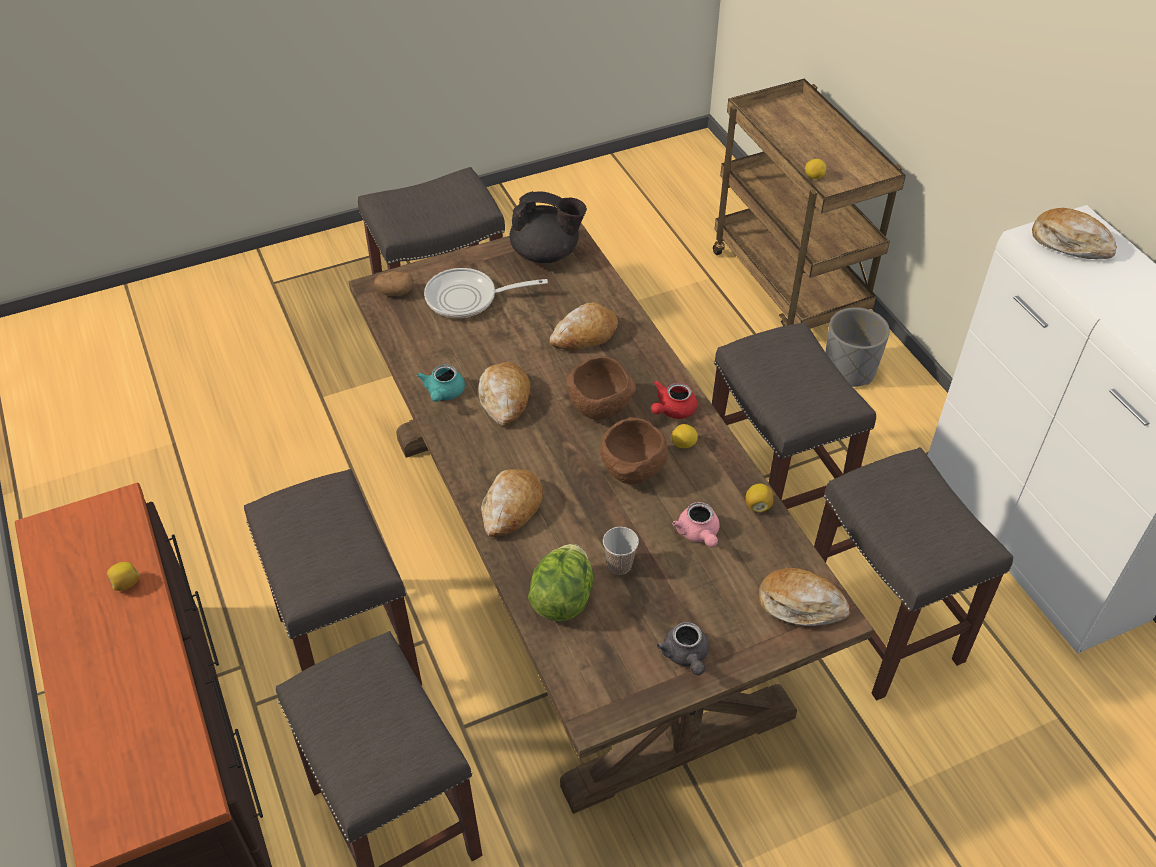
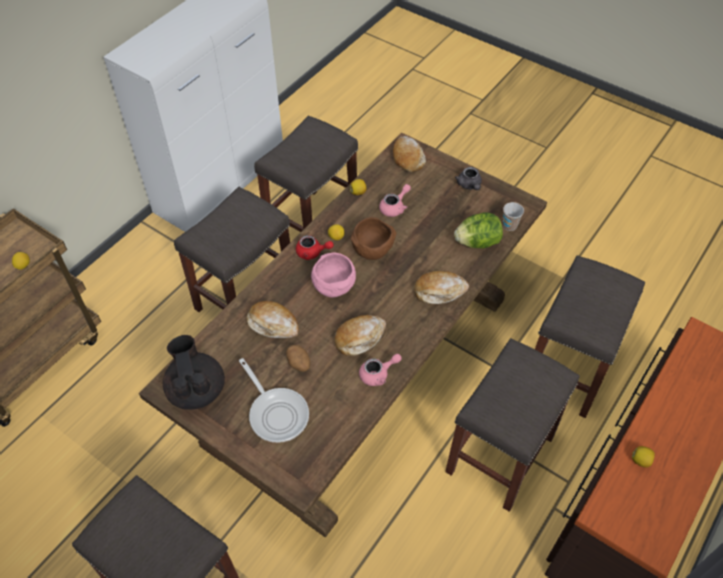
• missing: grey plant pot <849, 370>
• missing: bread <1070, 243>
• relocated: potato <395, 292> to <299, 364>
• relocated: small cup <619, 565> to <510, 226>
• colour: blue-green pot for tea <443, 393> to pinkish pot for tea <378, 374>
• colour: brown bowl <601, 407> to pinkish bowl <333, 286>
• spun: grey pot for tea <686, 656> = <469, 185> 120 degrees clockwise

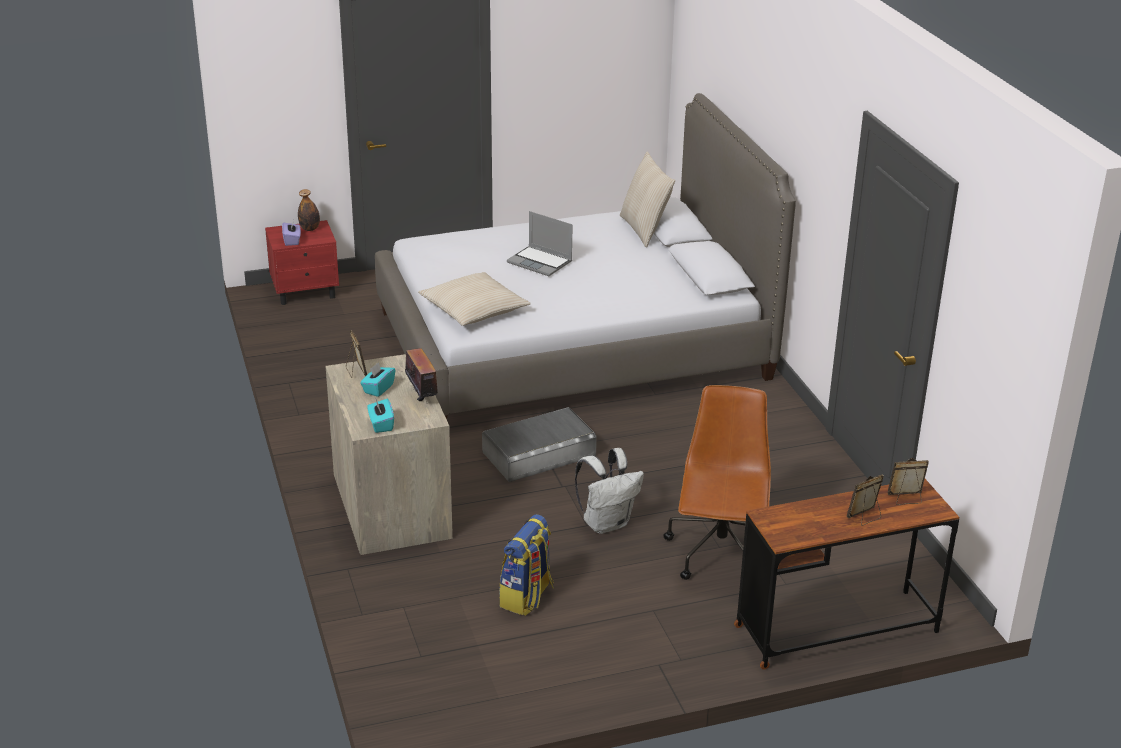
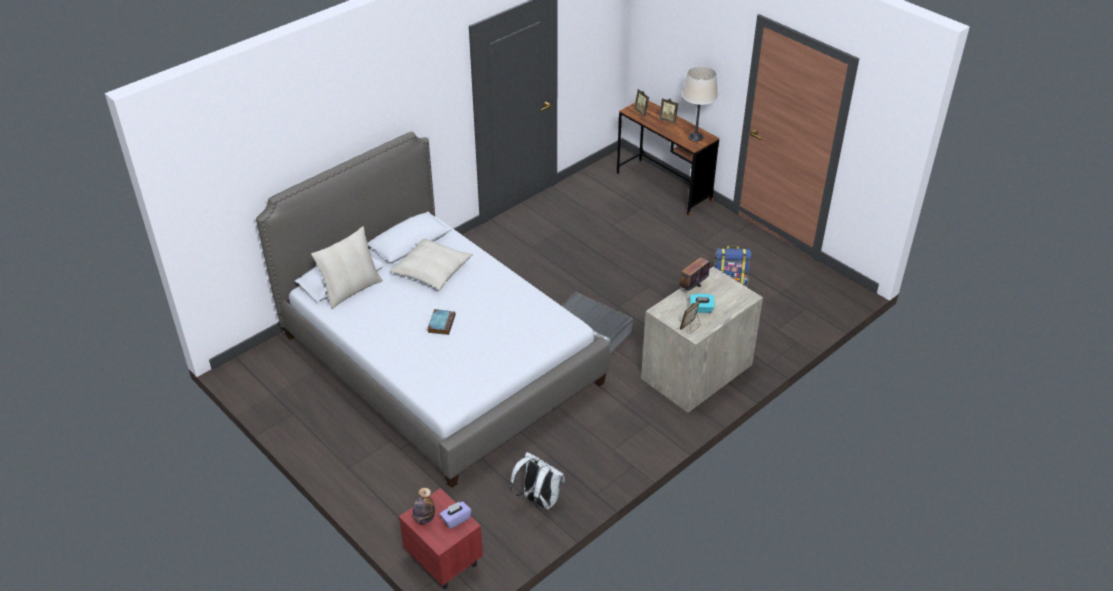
• missing: blue-green tissue holder <381, 424>
• missing: brown desk chair <720, 555>
• appeared: sand-coloured lamp for a table <695, 137>
• relocated: sand-coloured cushion <474, 309> to <432, 270>
• relocated: white rucksack <607, 523> to <538, 500>
• exchanged: portable computer <540, 262> to bound book <441, 323>

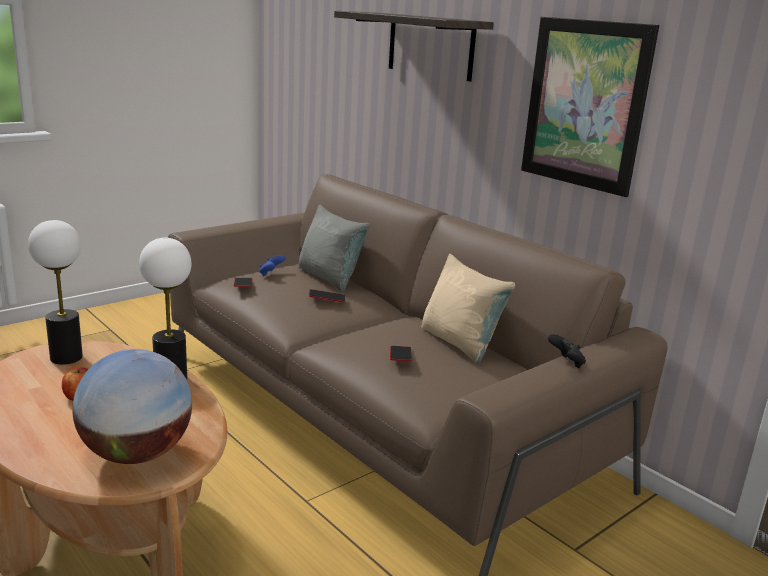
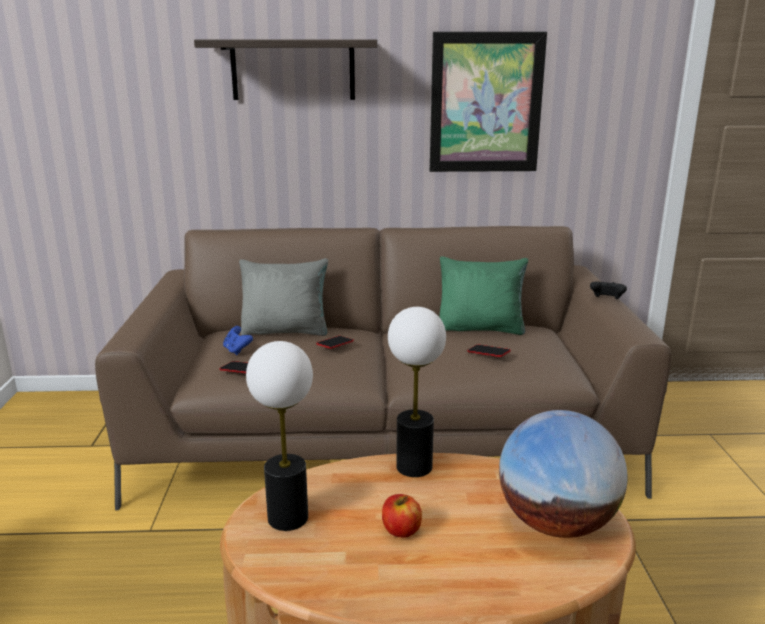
• colour: sand-coloured cushion <460, 343> to green-coloured cushion <481, 328>

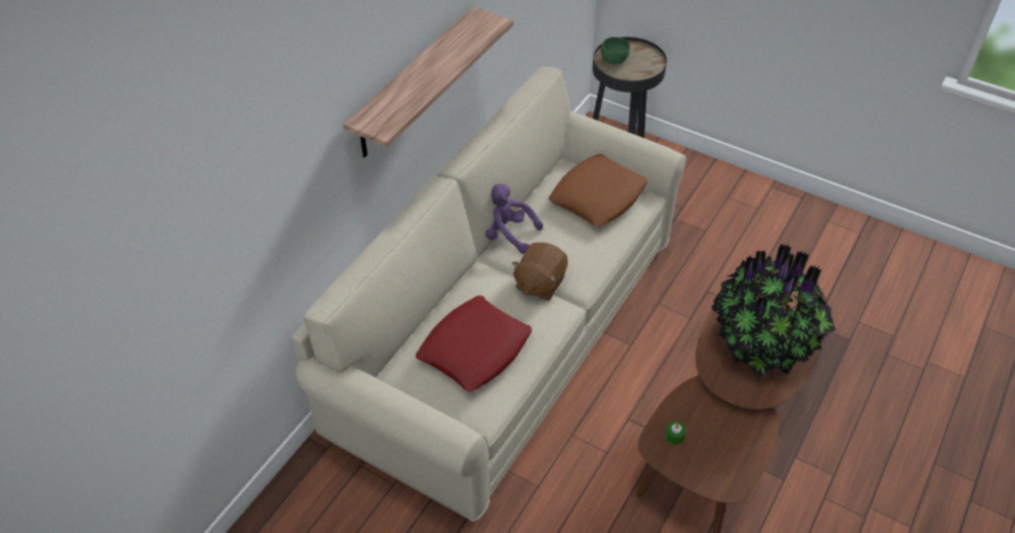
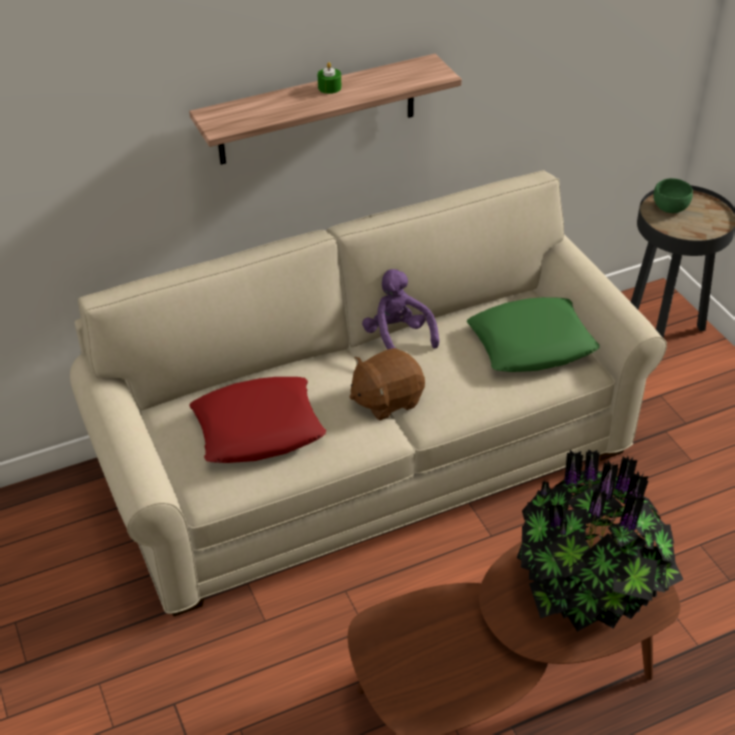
• relocated: green-coloured wax candle <674, 436> to <329, 87>
• colour: brown cushion <598, 196> to green-coloured cushion <531, 343>

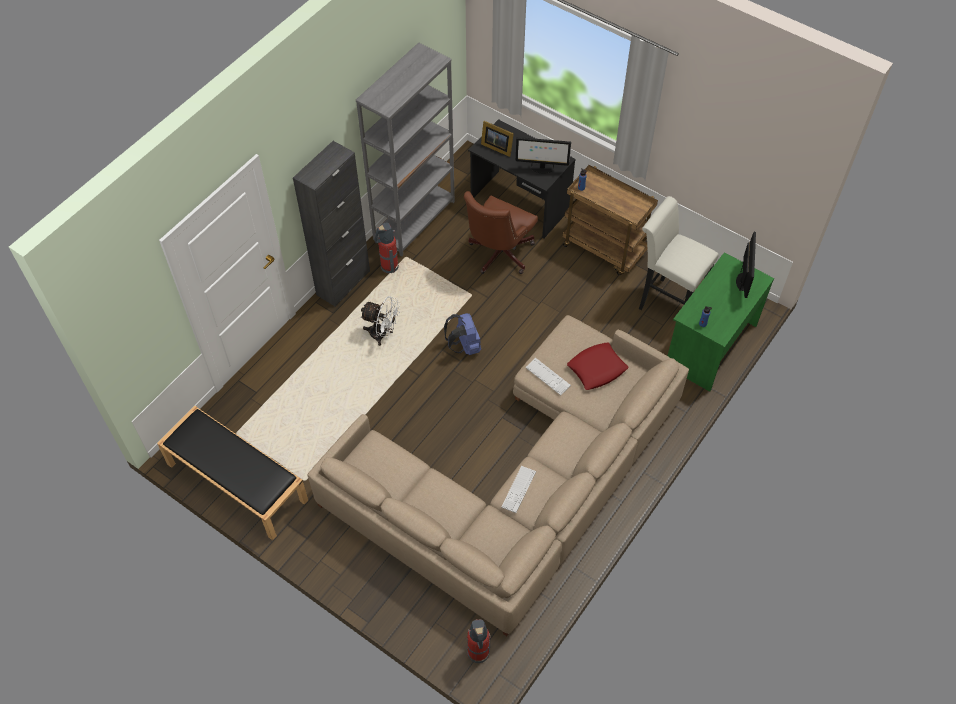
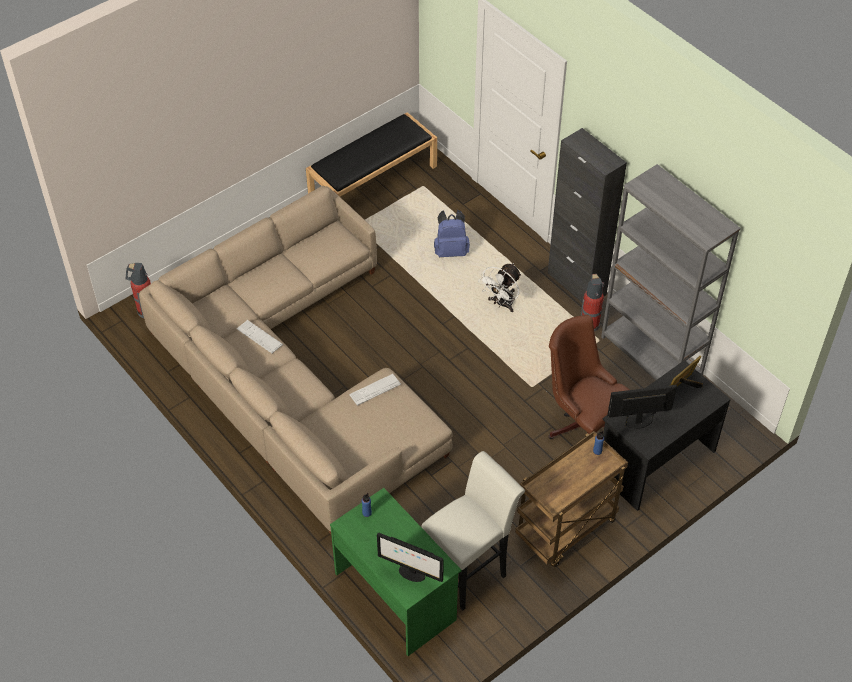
• missing: red cushion <596, 369>
• relocated: blue-coloured rucksack <464, 346> to <451, 250>
• spun: computer screen <541, 169> = <638, 422> 60 degrees clockwise

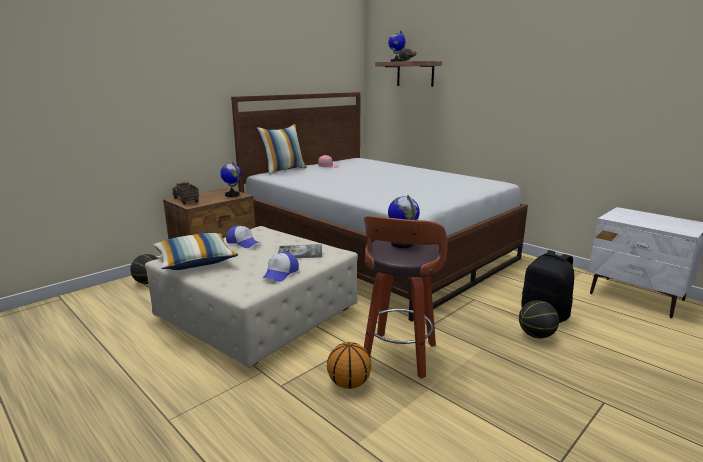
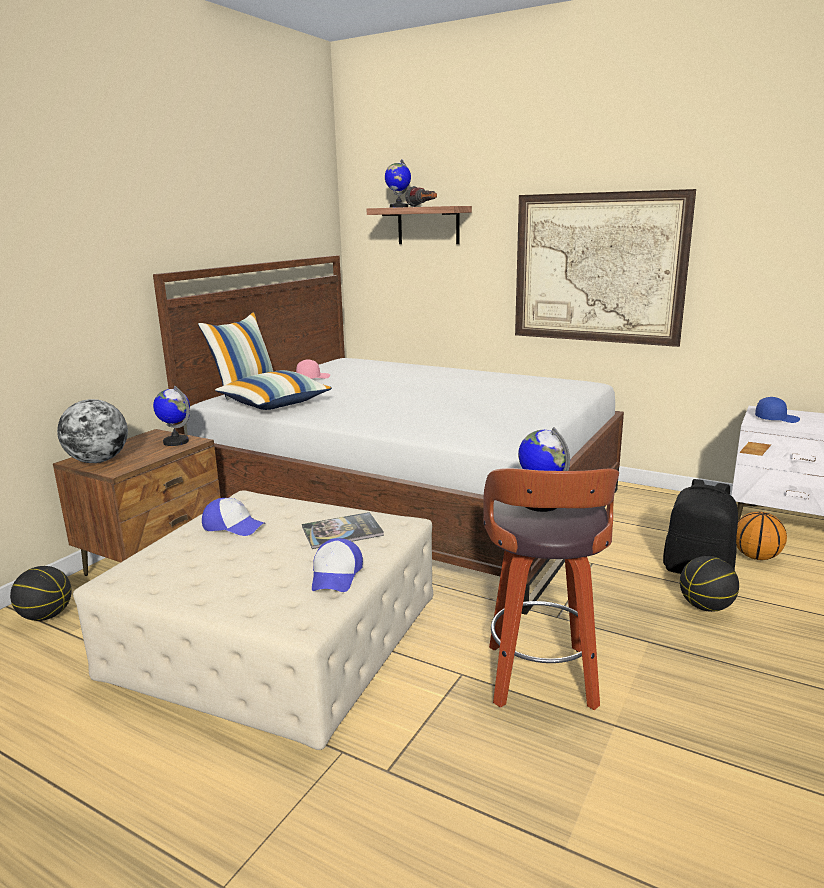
• appeared: picture <598, 268>
• appeared: blue-coloured baseball cap <776, 419>
• relocated: cushion <196, 261> to <274, 404>
• relocated: basketball <348, 383> to <755, 556>
• exchanged: toy lorry <186, 200> to desk globe <98, 461>

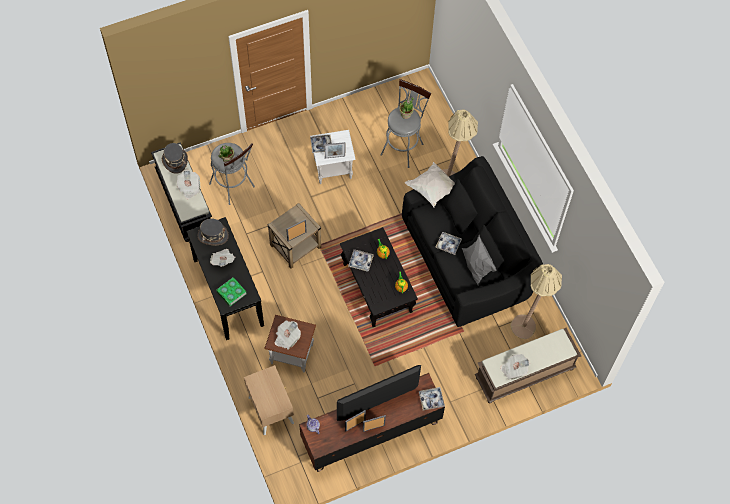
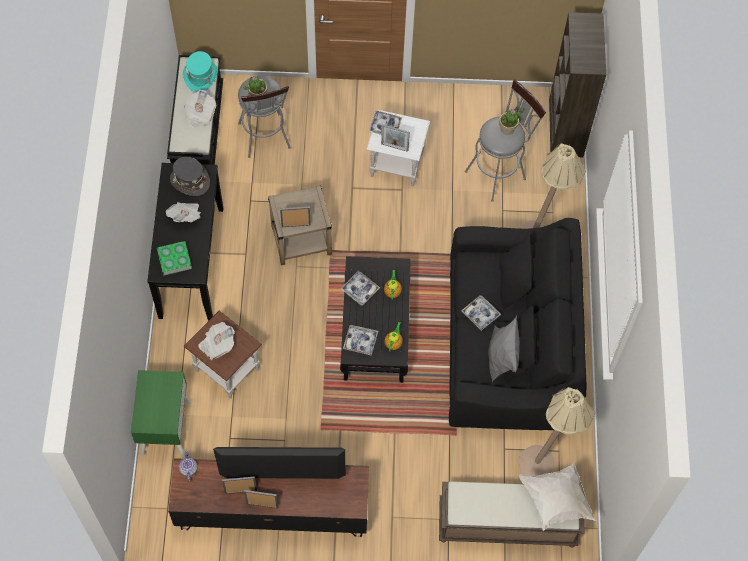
• missing: daily paper <514, 369>
• appeared: brown bookshelf <564, 137>
• relocated: white cushion <433, 190> to <556, 501>
• relocated: carrying tray <431, 399> to <360, 341>
• colour: grey hat <175, 161> to blue-green hat <201, 76>
• colour: sand-coloured nightstand <270, 410> to green-coloured nightstand <165, 427>

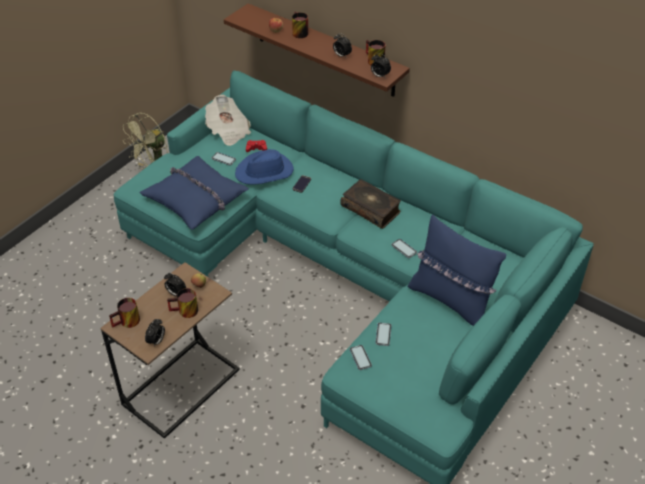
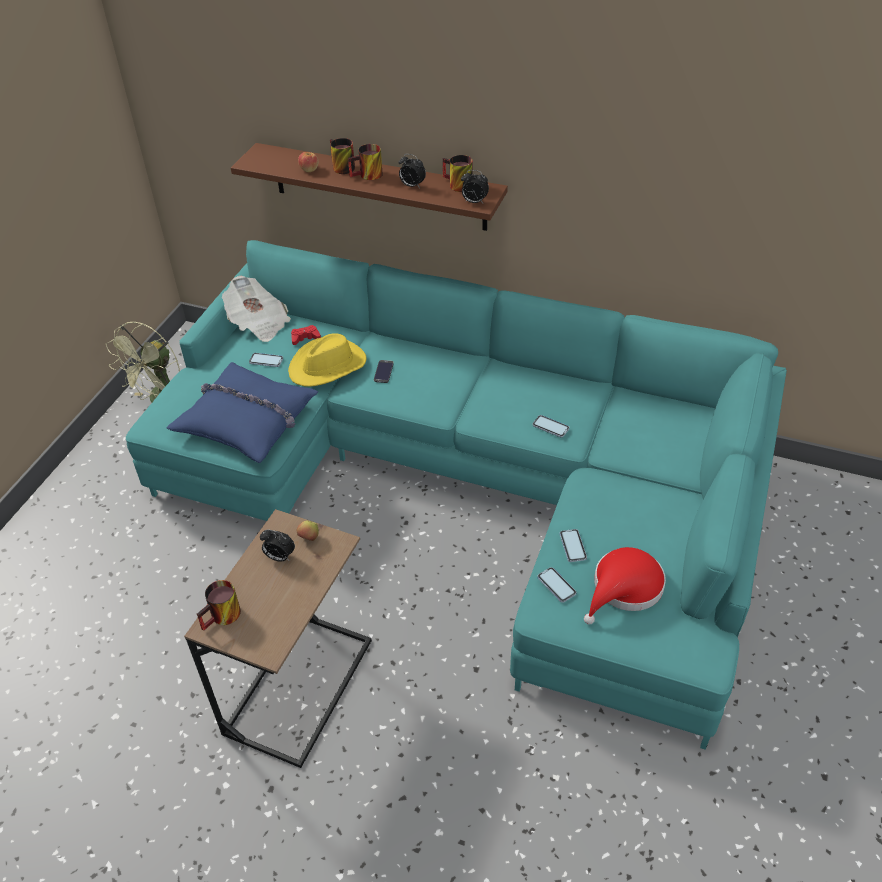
• missing: bedside clock <156, 341>
• missing: bound book <371, 209>
• missing: blue-coloured cushion <451, 300>
• appeared: red hat <624, 588>
• relocated: tea mug <185, 312> to <368, 176>
• colour: blue-coloured hat <265, 172> to yellow-coloured hat <328, 366>

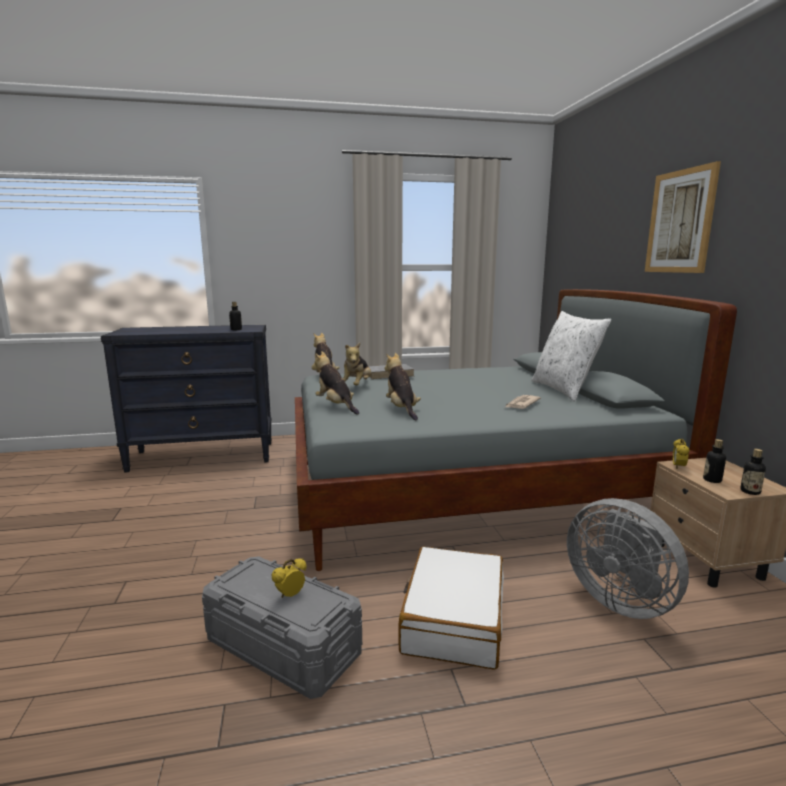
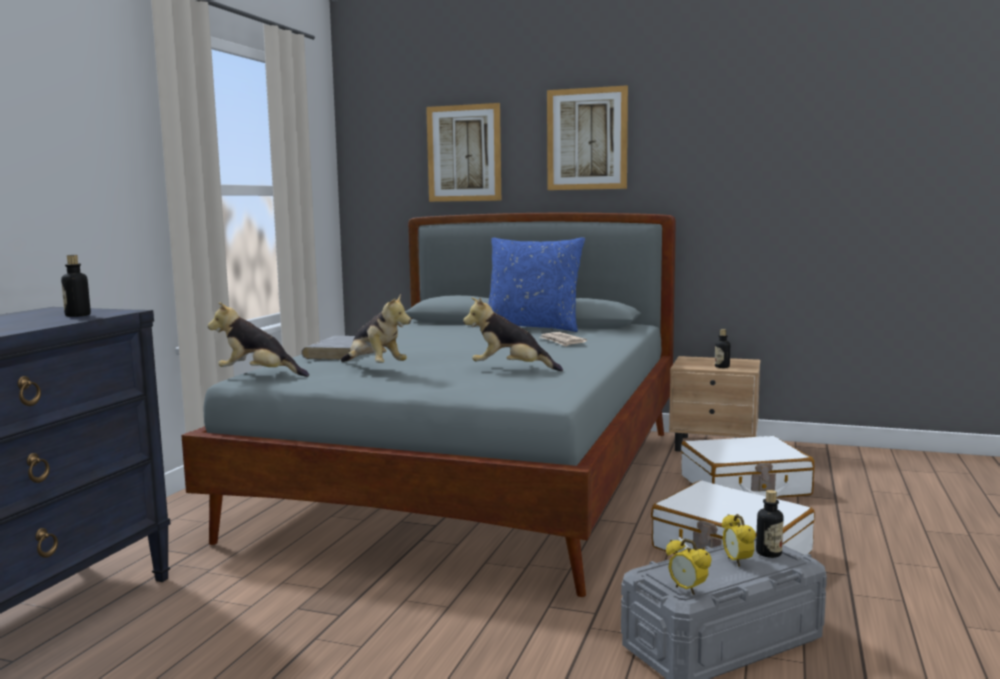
• missing: soft toy <336, 406>
• appeared: picture <464, 153>
• relocated: bedside clock <678, 467> to <687, 590>
• relocated: beverage bottle <750, 491> to <768, 553>
• exchanged: grey electric fan <620, 599> to white piece of luggage <744, 486>
• colour: white cushion <564, 390> to blue-coloured cushion <533, 328>

